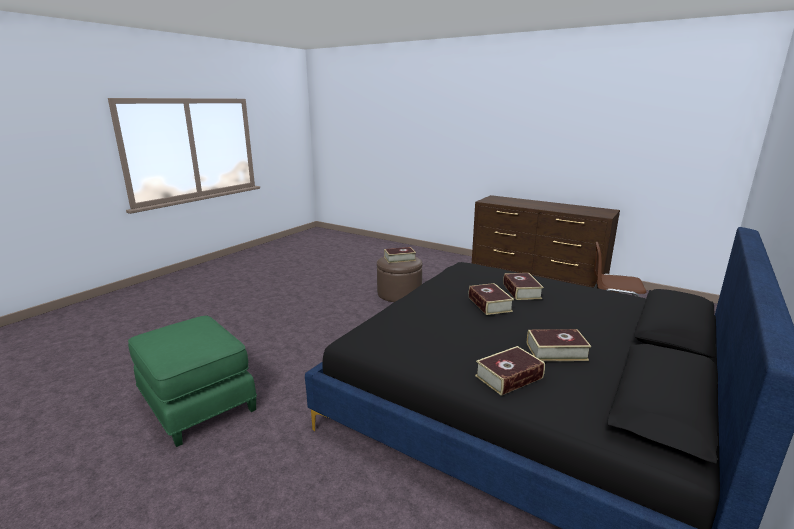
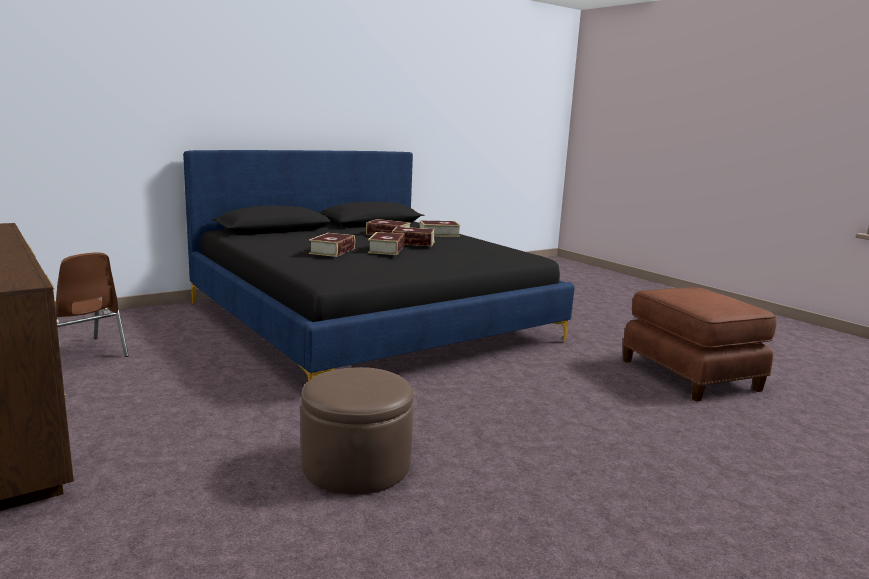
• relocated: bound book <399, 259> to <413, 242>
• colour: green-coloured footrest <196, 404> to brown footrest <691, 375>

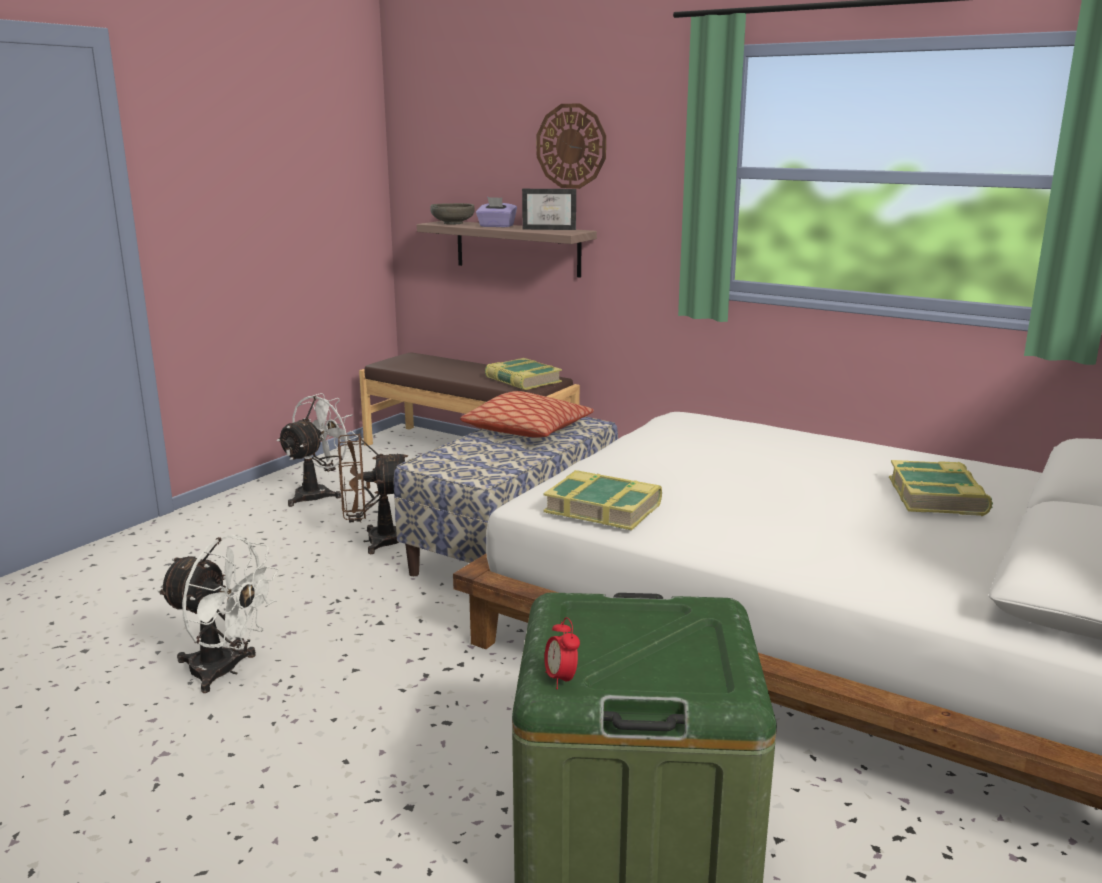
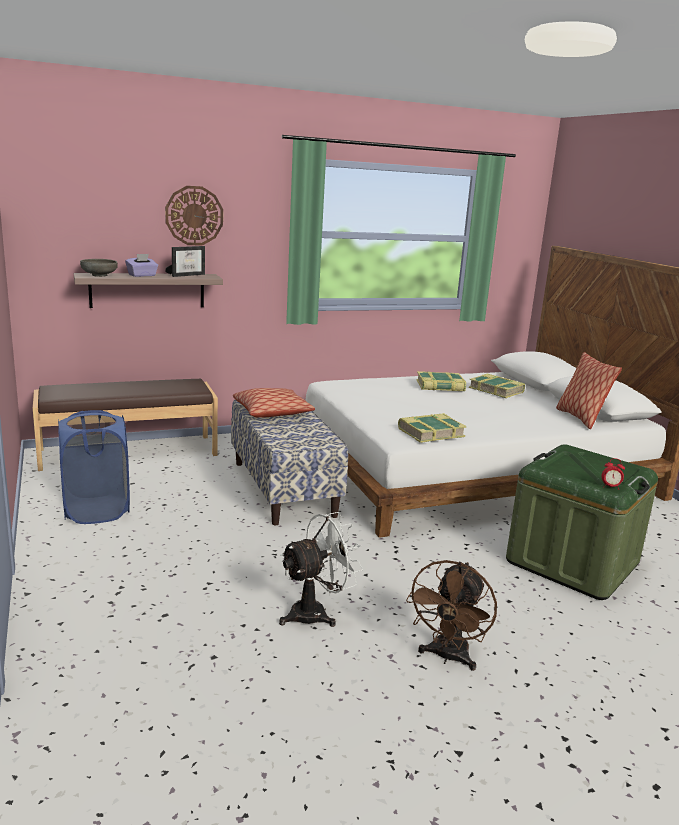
• appeared: cushion <580, 418>
• relocated: brown electric fan <375, 541> to <447, 657>
• relocated: bound book <522, 380> to <440, 386>
• exchanged: white electric fan <318, 493> to blue-coloured hamper <96, 510>

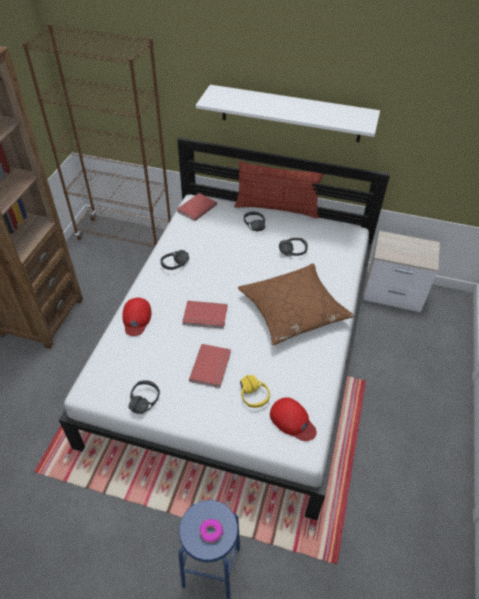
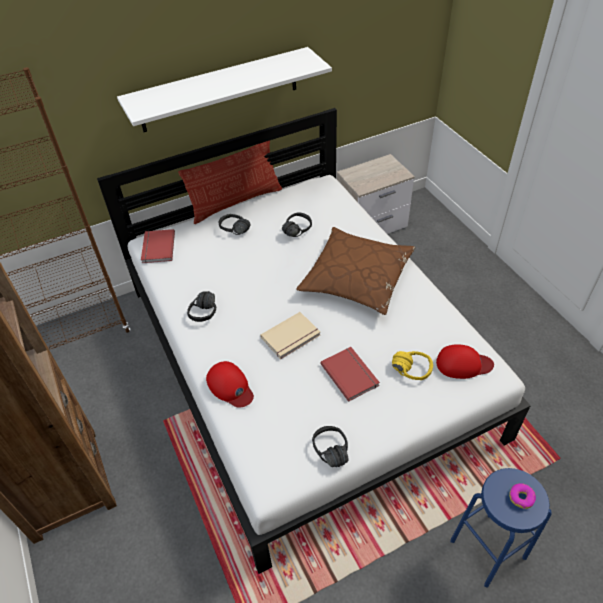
• colour: red bound book <205, 316> to sand-coloured bound book <291, 337>

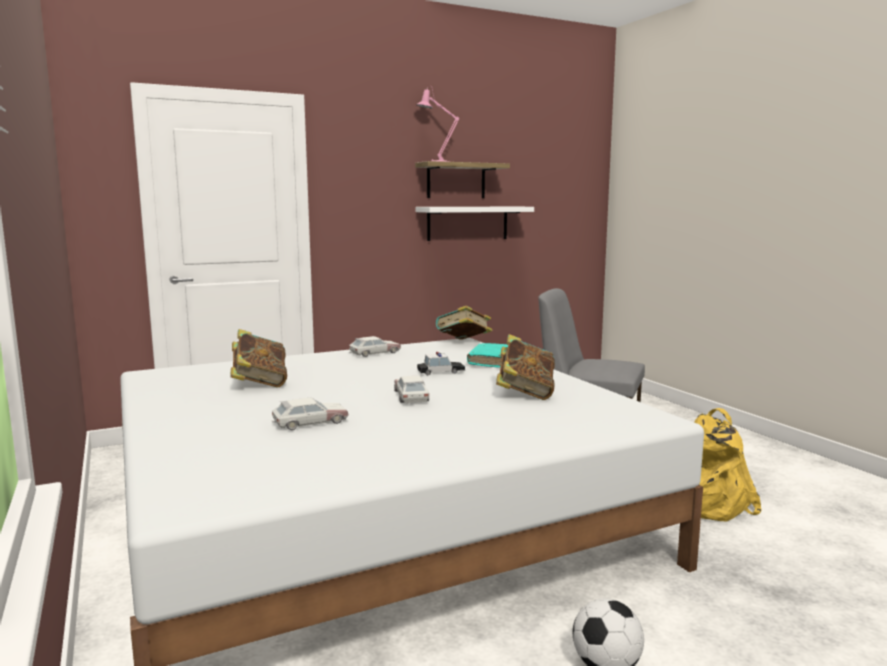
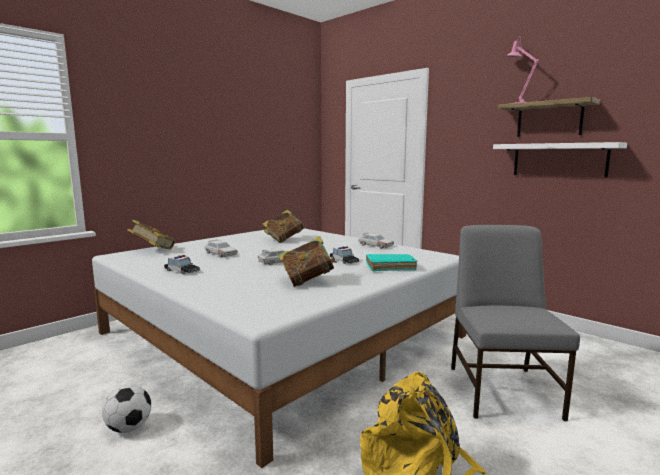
• appeared: miniature car <182, 271>
• relocated: bound book <463, 343> to <153, 250>

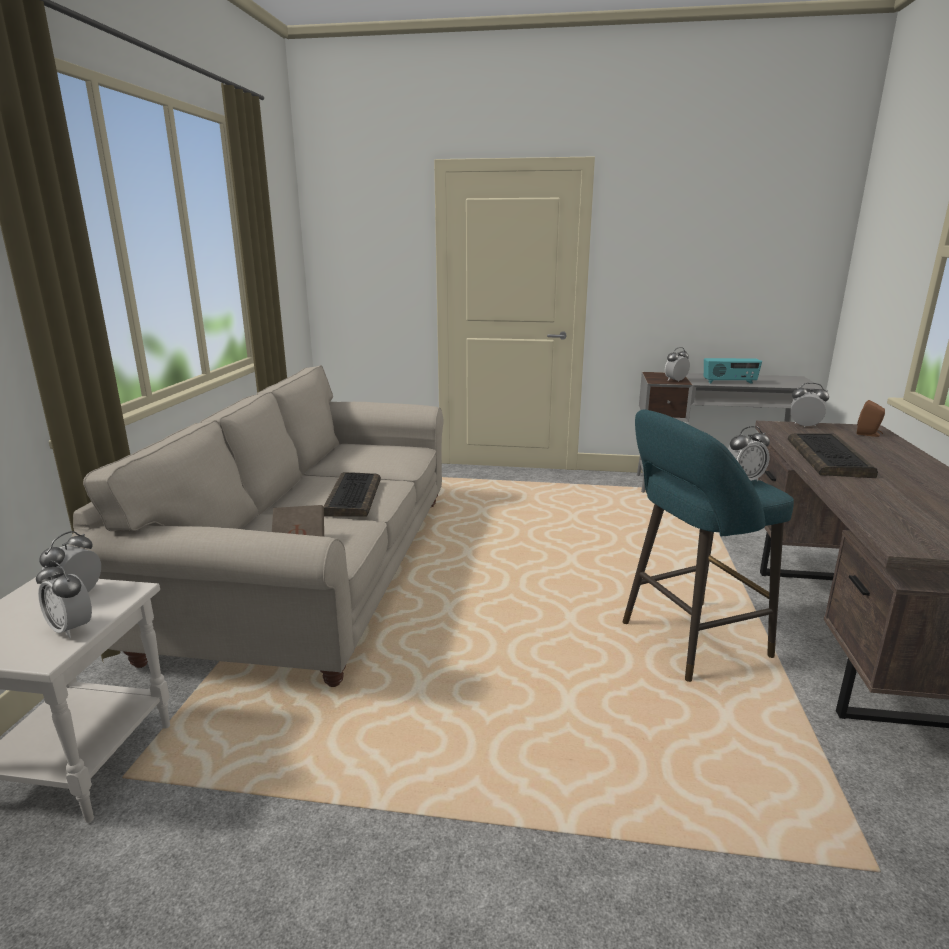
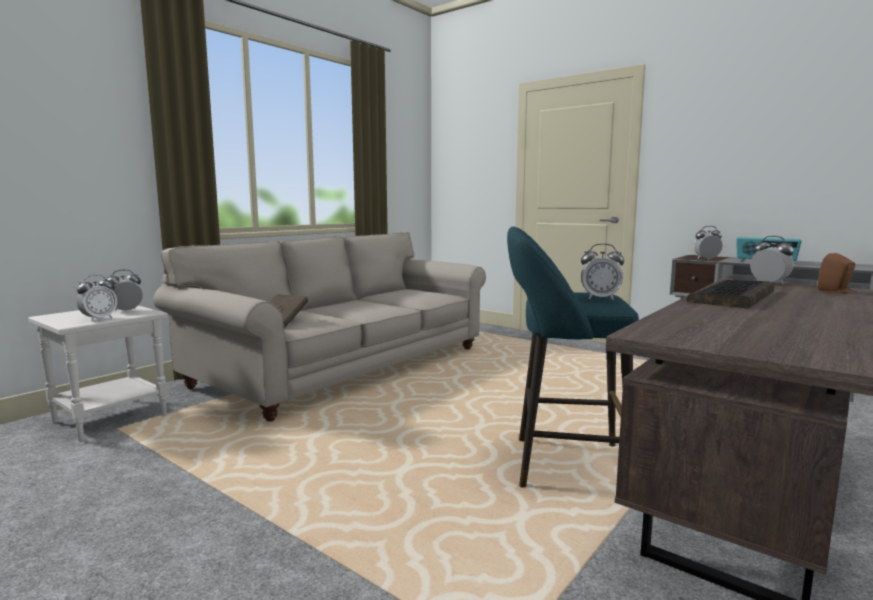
• missing: computer keyboard <352, 496>
• spun: bedside clock <71, 628> = <99, 319> 120 degrees counterclockwise

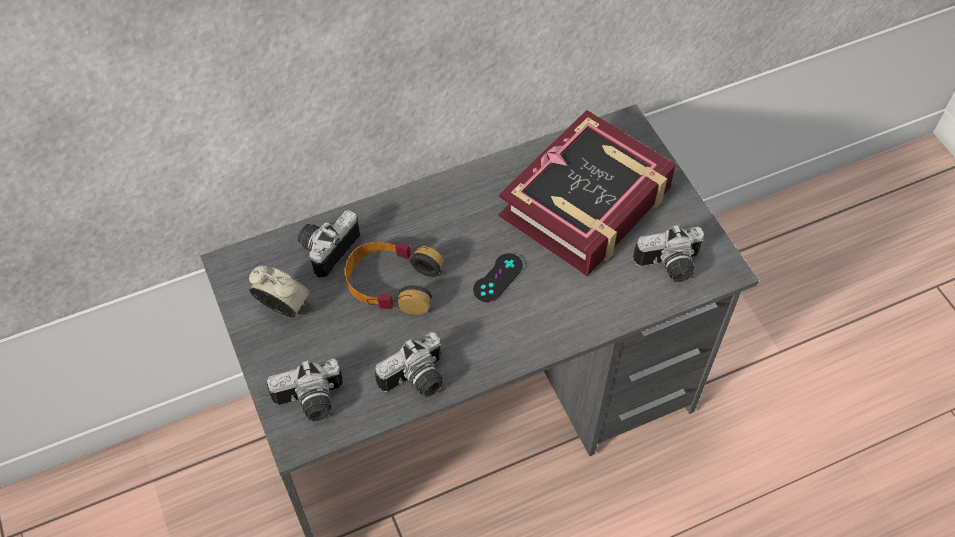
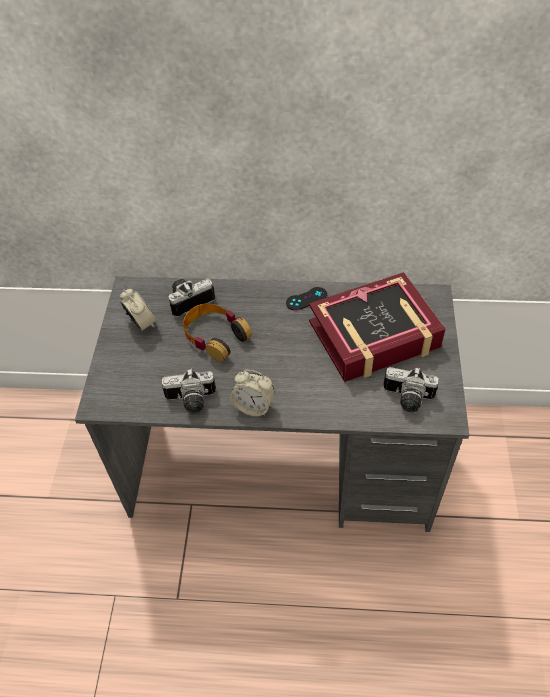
• missing: still camera <311, 403>
• appeared: bedside clock <253, 406>
• relocated: black game controller <498, 278> to <306, 299>

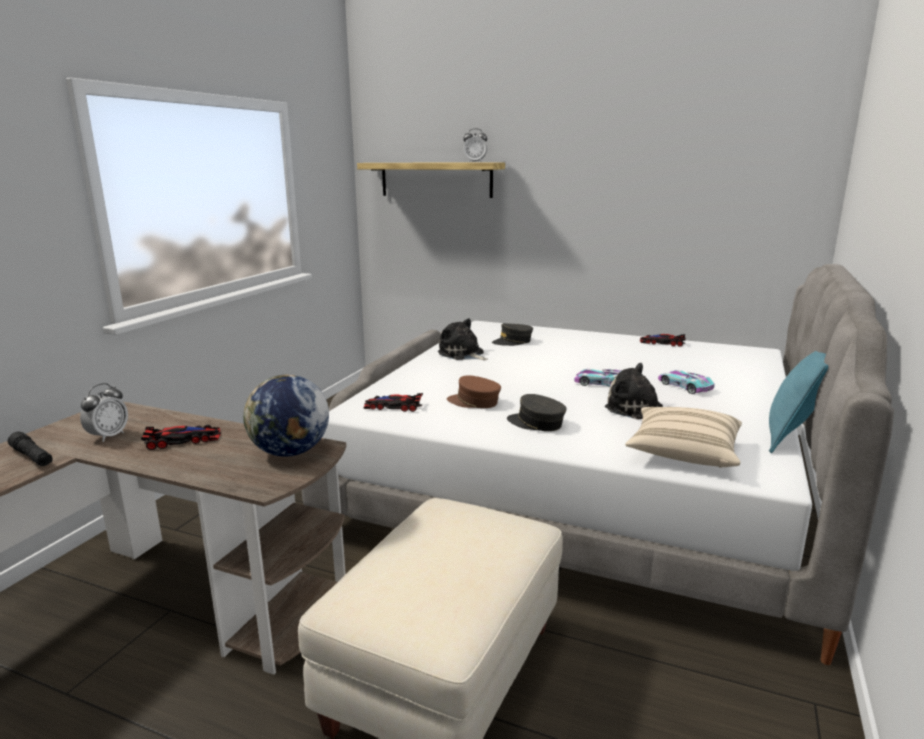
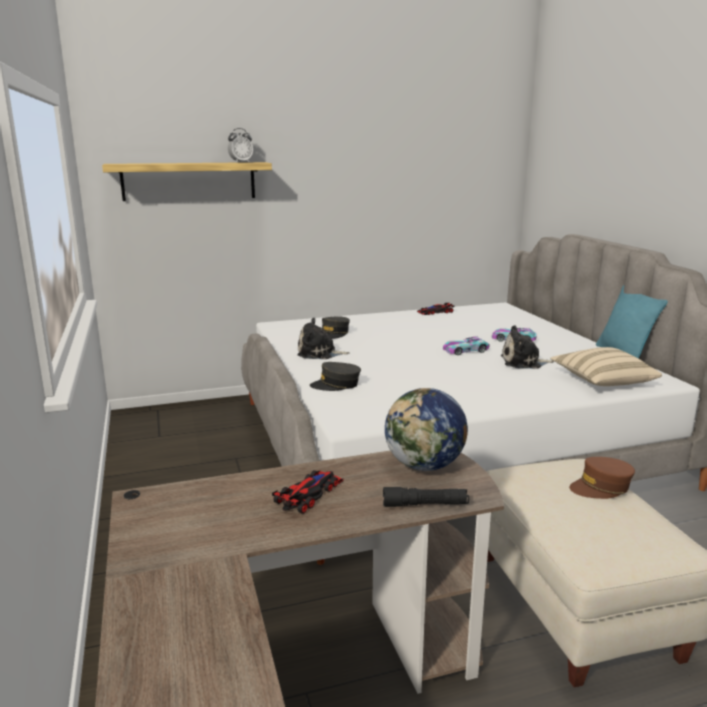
• missing: bedside clock <108, 436>
• missing: miniature car <393, 406>
• relocated: black hand torch <32, 457> to <425, 504>
• relocated: brown baseball cap <474, 402> to <601, 487>
• relocated: grey baseball cap <536, 423> to <336, 385>

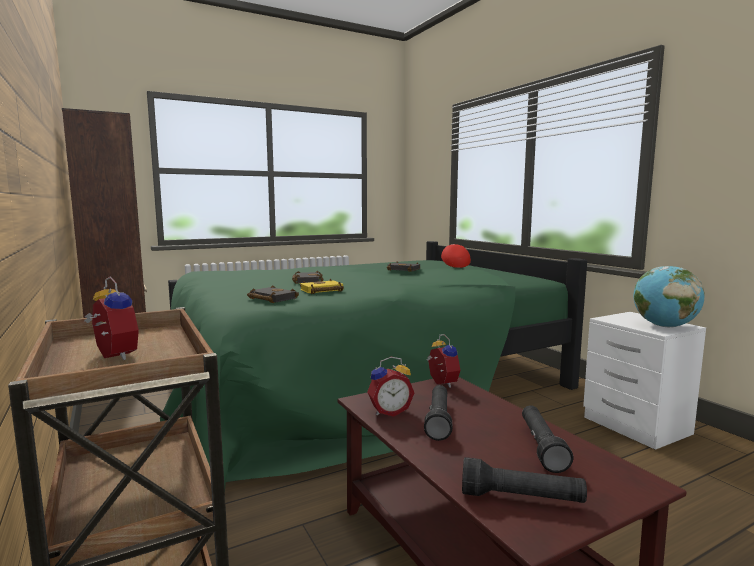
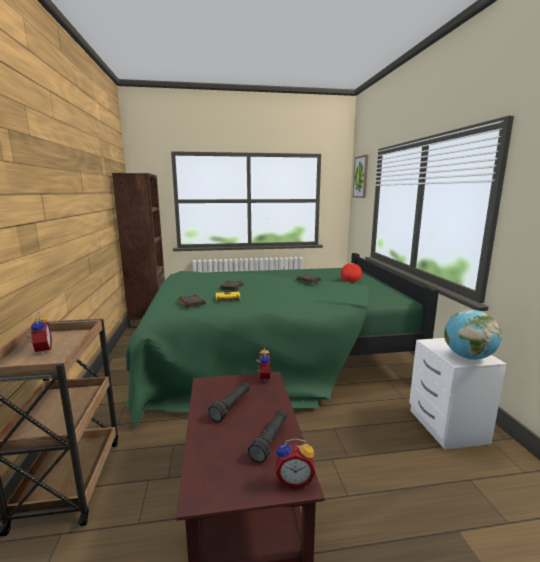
• missing: black hand torch <521, 498>
• appeared: picture <361, 177>
• relocated: bedside clock <389, 411> to <294, 480>

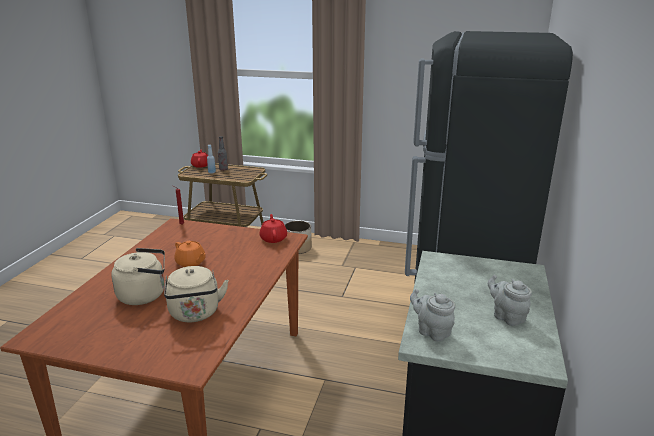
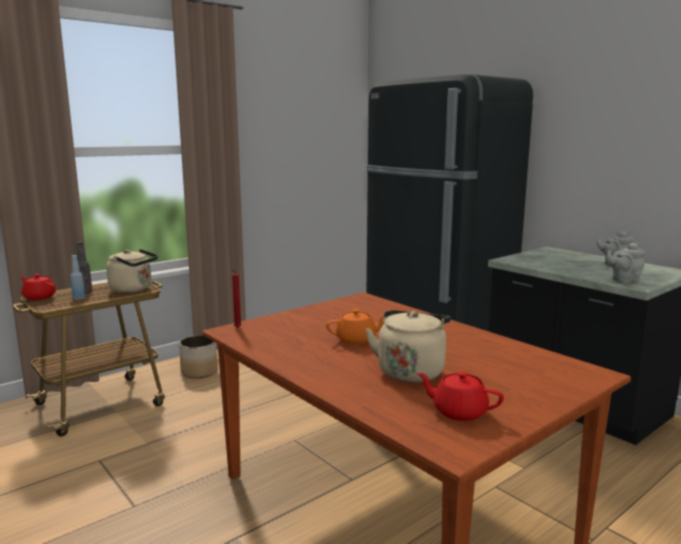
• relocated: sand-coloured water kettle <195, 314> to <133, 289>
• relocated: red pot for tea <273, 238> to <458, 412>

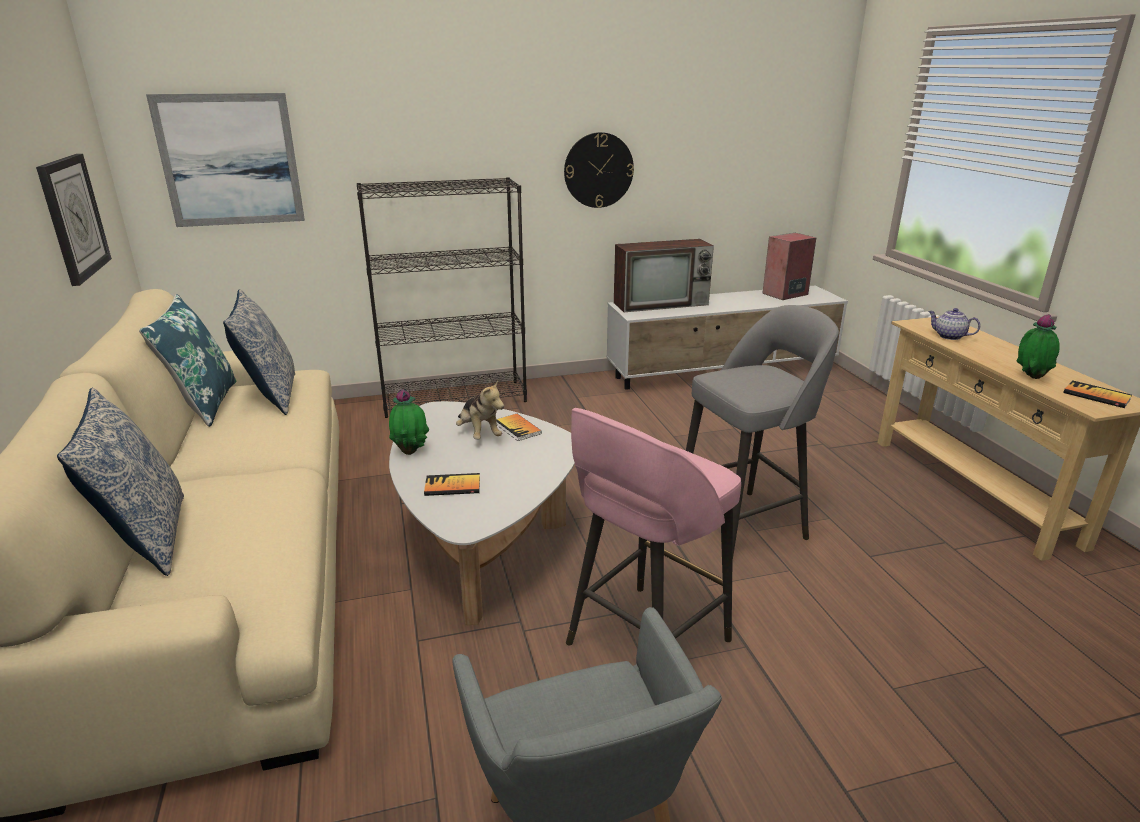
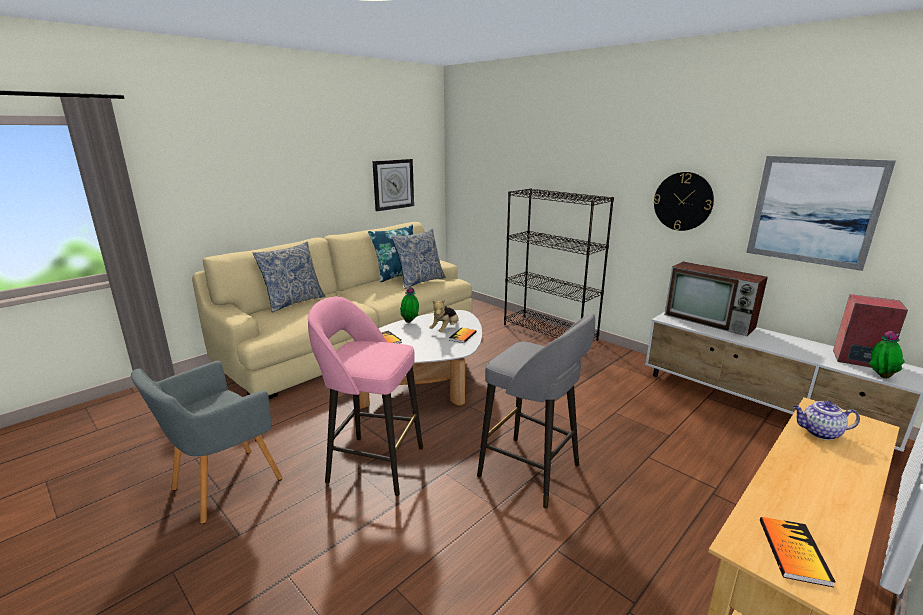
• relocated: picture <230, 160> to <813, 211>
• relocated: houseplant <1029, 378> to <880, 376>
• spun: pot for tea <948, 336> = <819, 432> 90 degrees counterclockwise

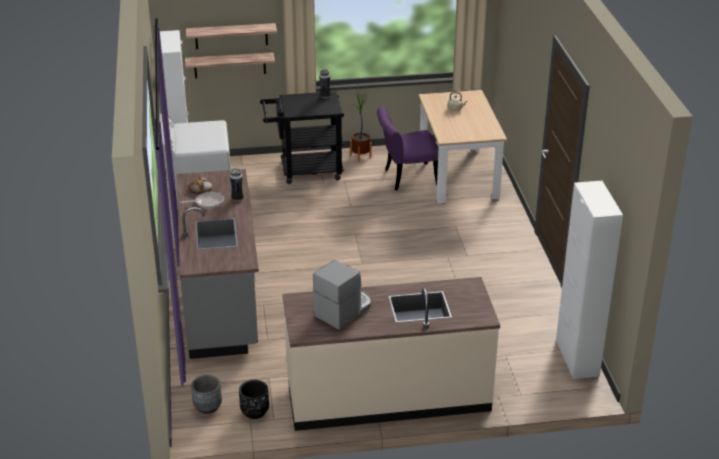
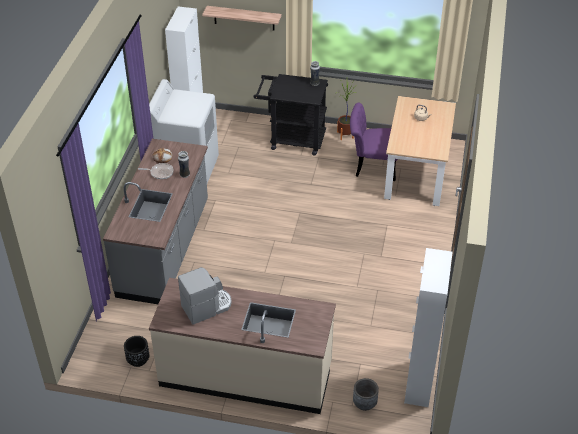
• missing: bracket shelf <230, 65>
• relocated: grey plant pot <207, 407> to <364, 403>

